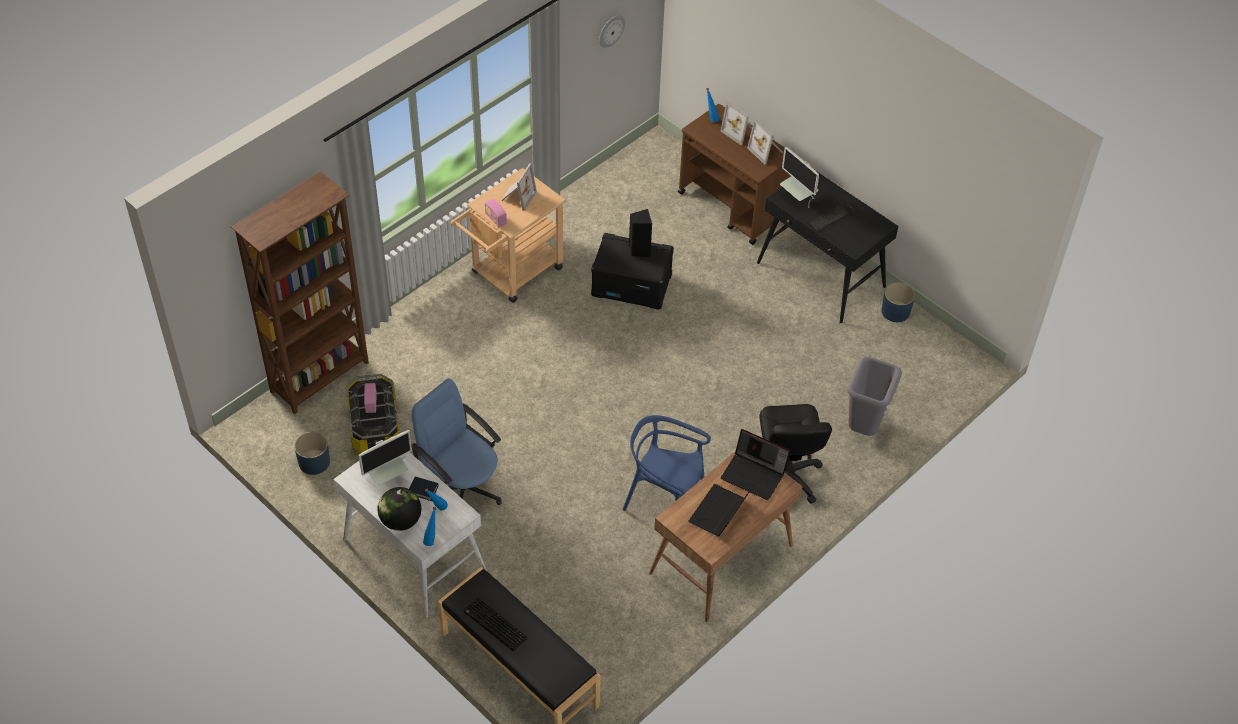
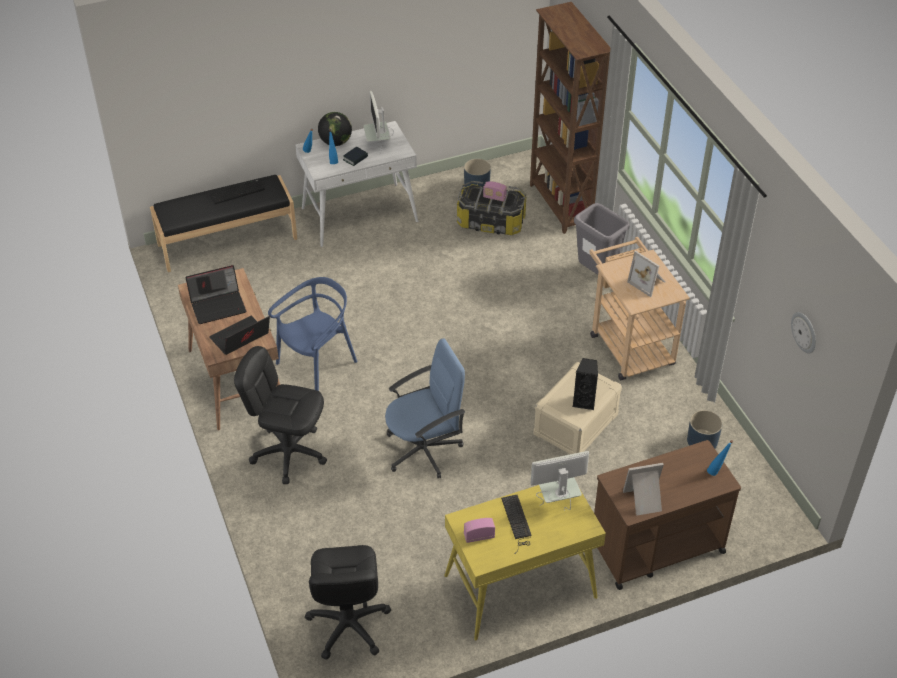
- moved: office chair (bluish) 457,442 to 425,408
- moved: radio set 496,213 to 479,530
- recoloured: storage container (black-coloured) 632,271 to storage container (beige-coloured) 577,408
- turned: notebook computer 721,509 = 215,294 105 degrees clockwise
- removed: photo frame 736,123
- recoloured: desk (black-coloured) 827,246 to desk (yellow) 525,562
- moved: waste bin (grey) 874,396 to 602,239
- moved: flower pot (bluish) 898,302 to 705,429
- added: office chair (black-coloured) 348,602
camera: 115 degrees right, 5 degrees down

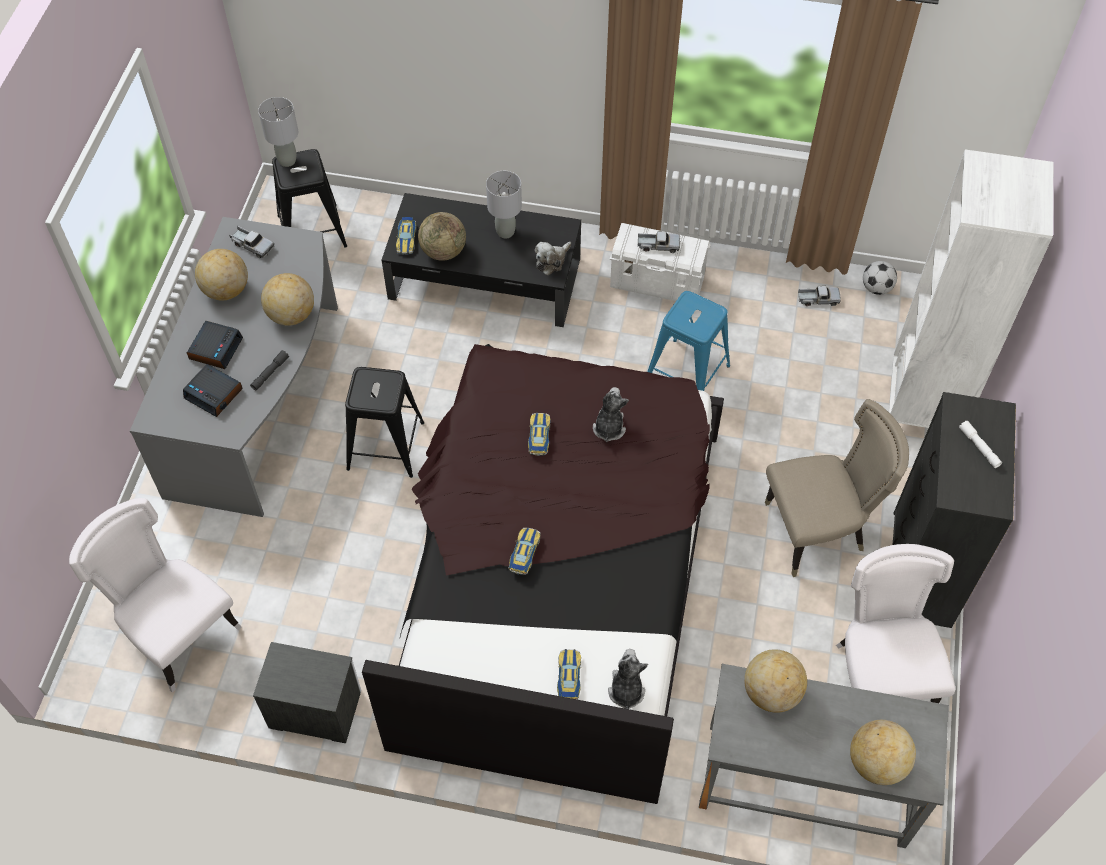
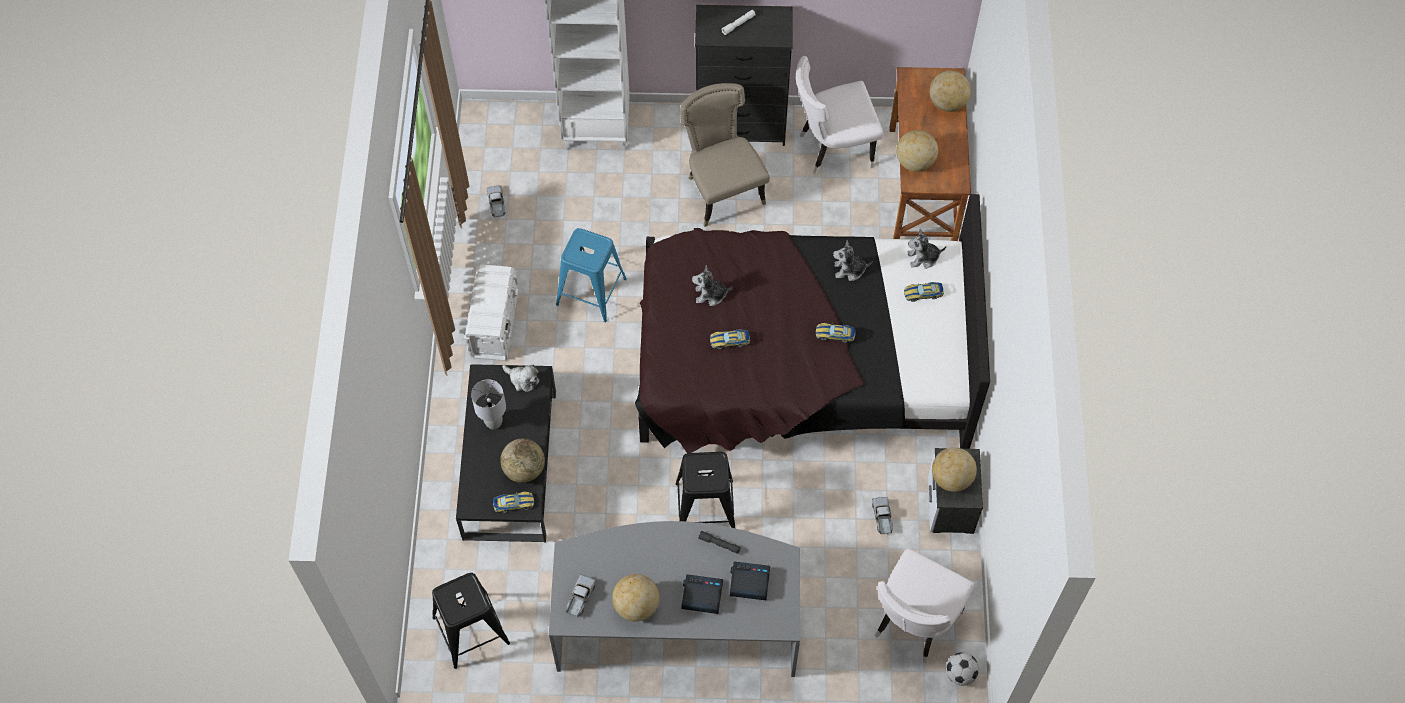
- turned: alarm clock 213,390 = 750,581 105 degrees counterclockwise
- removed: tabletop lamp (grey) 278,132
- moved: desk globe 287,299 to 954,469
- moved: toy lorry 658,242 to 882,515
- recoloured: desk (grey) 824,756 to desk (brown) 930,154
- moved: football 880,278 to 962,669
- added: cuddly toy 853,260
camera: 100 degrees left, 5 degrees up

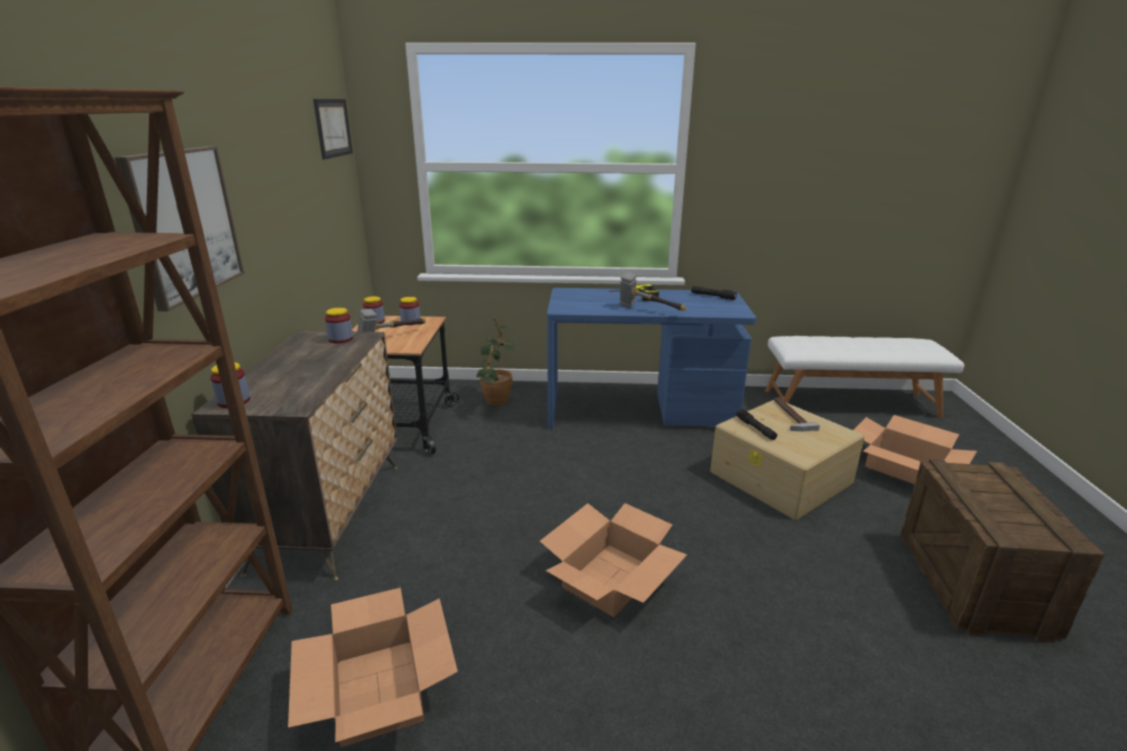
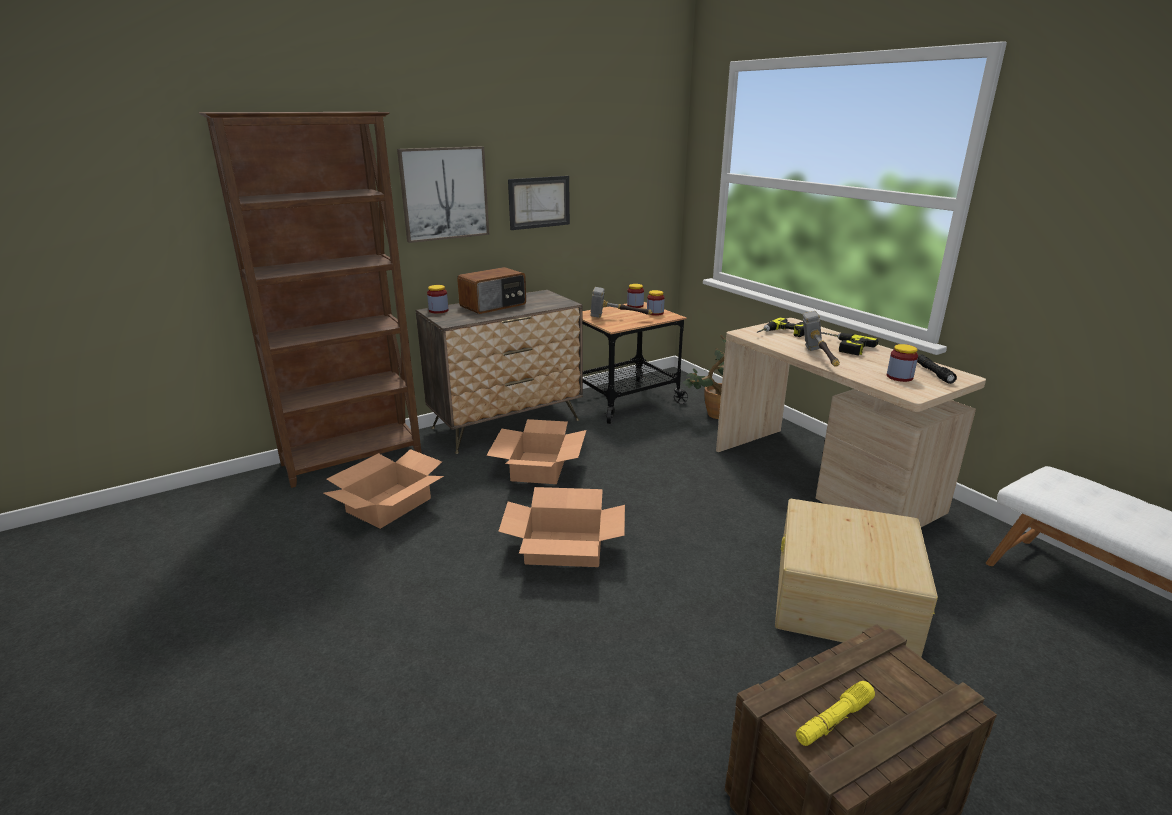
- moved: wall art 333,129 to 539,203
- moved: storage jar 339,325 to 902,363
- recoloured: desk (bluish) 651,359 to desk (beige-coloured) 851,422
- removed: hand torch (black-coloured) 756,424
- removed: hammer 797,414
- moved: packing box 915,449 to 536,451
- added: radio set 491,290
- added: power drill 780,327
- added: hand torch (yellow) 835,713
camera: 55 degrees right, 0 degrees up

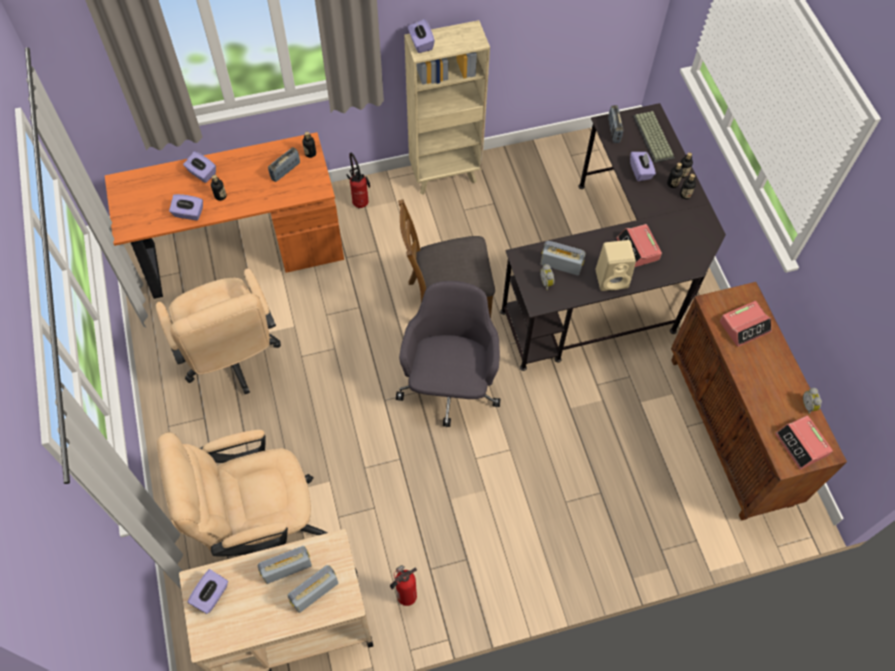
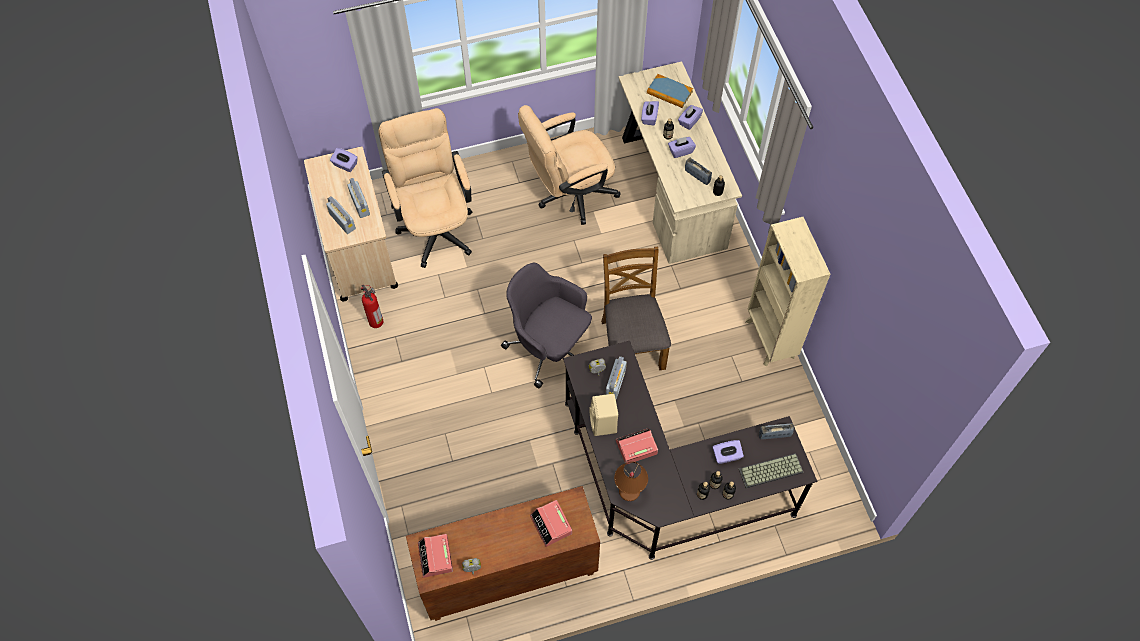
- recoloured: desk (orange) 224,215 to desk (beige-coloured) 680,163
- removed: fire-fighting cylinder 358,180
- turned: office chair (grey) 448,354 = 546,326 150 degrees counterclockwise
- moved: tissue box (purple-coloured) 421,36 to 682,147
- turned: alarm clock 804,442 = 435,556 75 degrees counterclockwise
- added: tabletop lamp (brown) 631,481
- added: bound book 670,91
camera: 90 degrees right, 0 degrees up

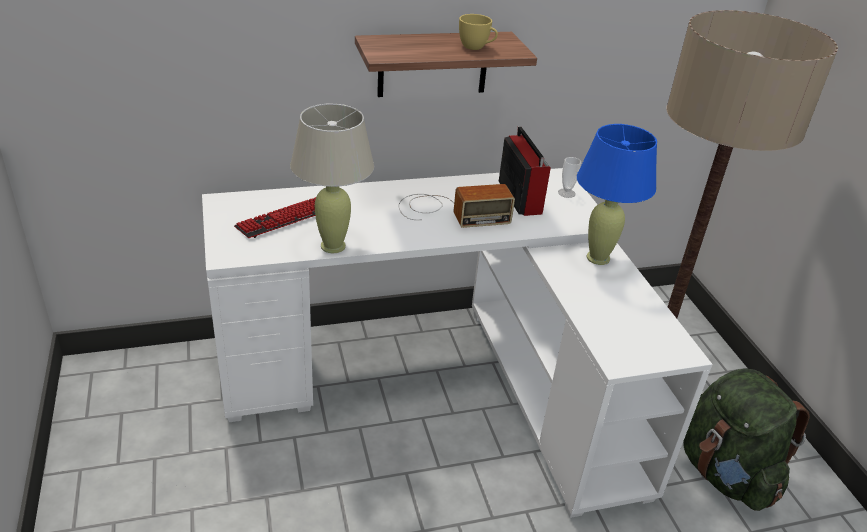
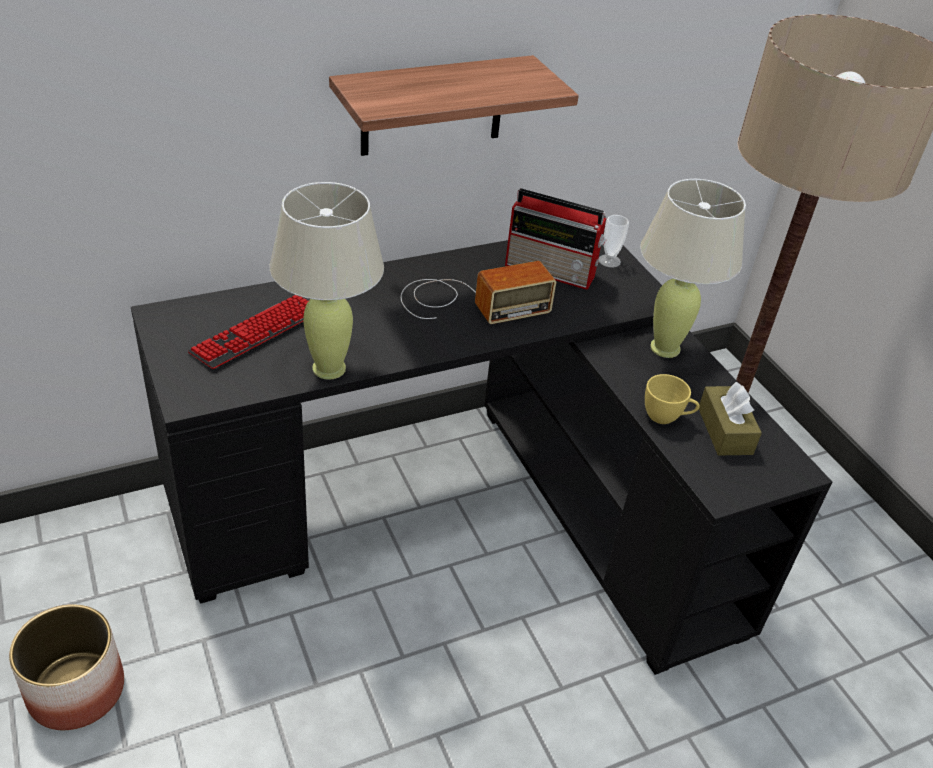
- recoloured: desk (white-coloured) 457,343 to desk (black-coloured) 481,451
- moved: cup (yellow) 478,32 to 672,399
- turned: radio set 525,171 = 556,239 135 degrees clockwise
- recoloured: tabletop lamp (bluish) 617,194 to tabletop lamp (beige-coloured) 693,268
- removed: rucksack (green-coloured) 747,440
- added: flower pot 66,667
- added: tissue box (brown) 730,419
camera: 10 degrees left, 5 degrees up

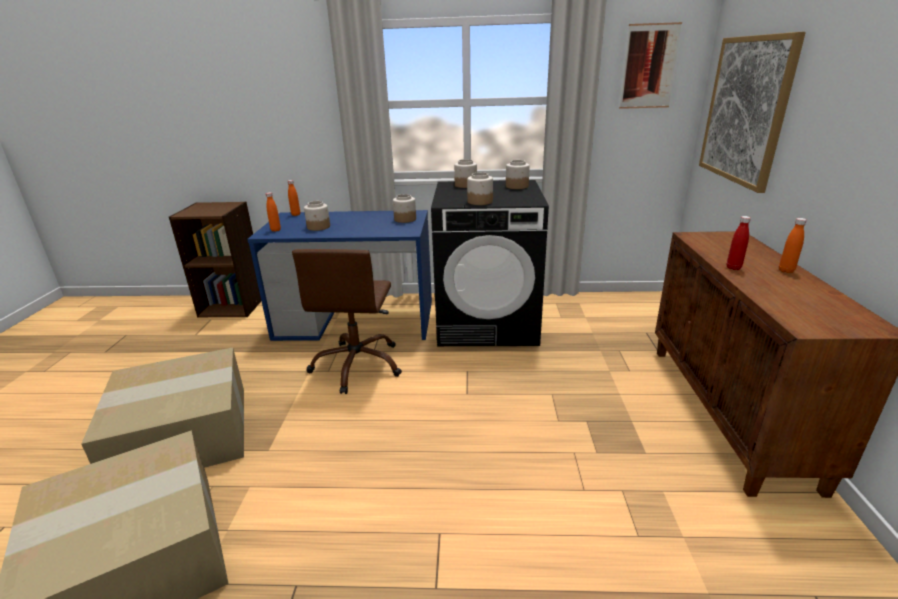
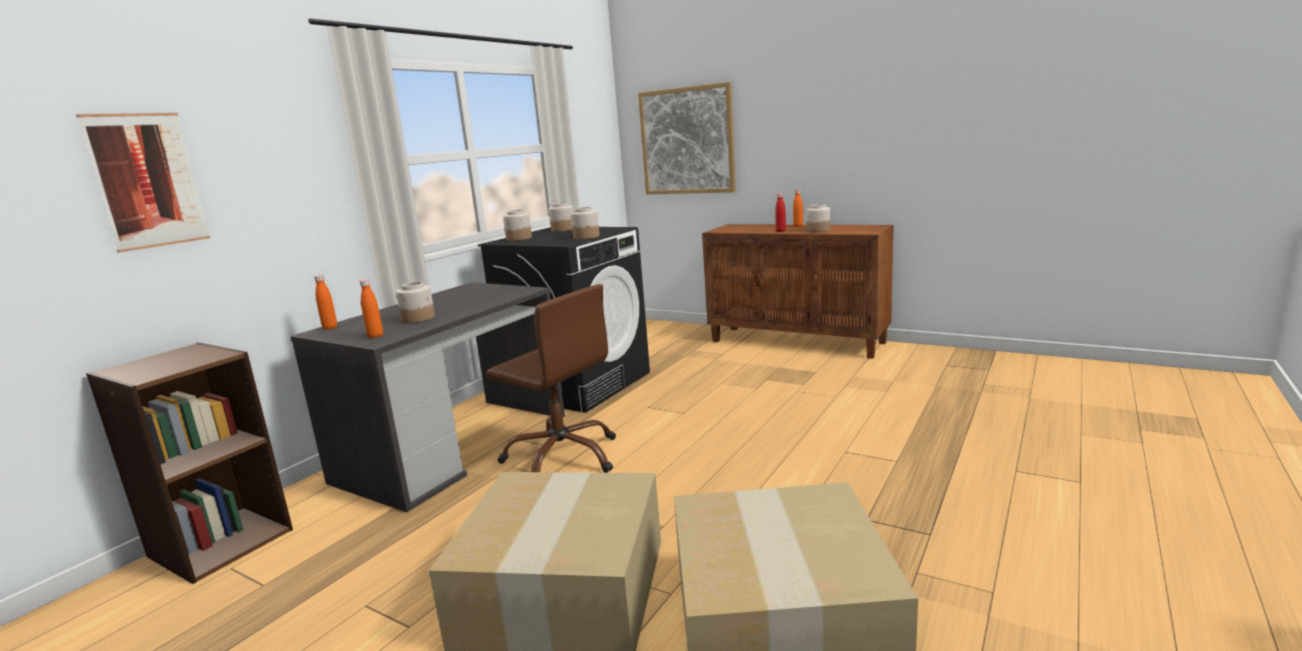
- recoloured: desk (bluish) 339,275 to desk (grey) 427,397
- moved: storage jar 404,208 to 818,218
- moved: wall art 650,65 to 143,183
camera: 60 degrees left, 10 degrees down

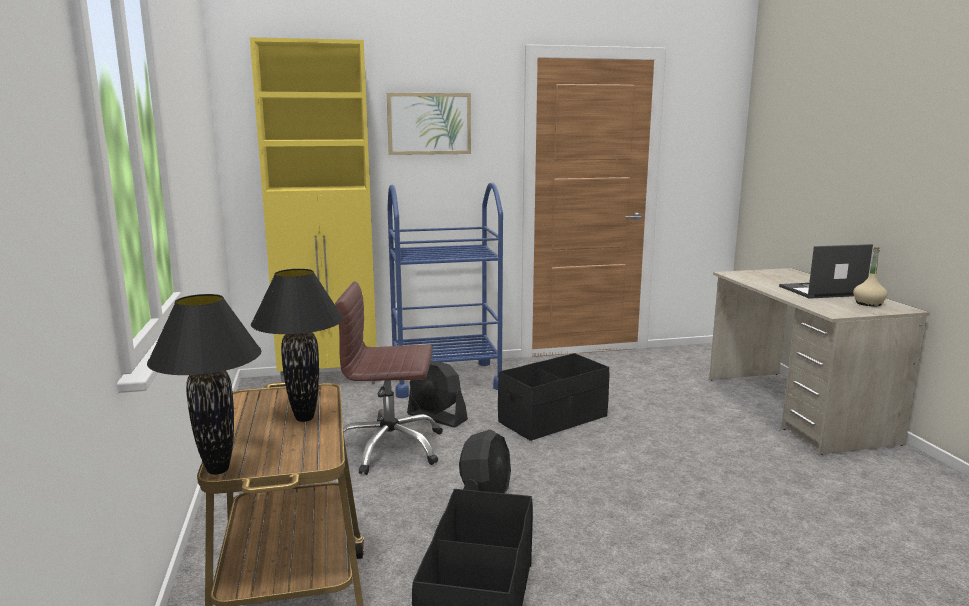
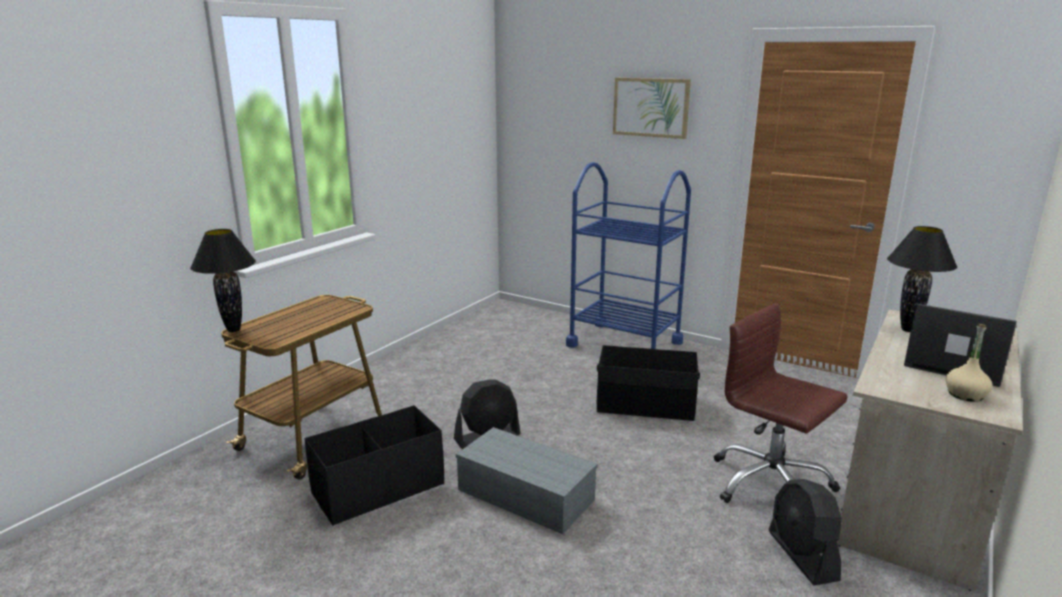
- removed: cupboard (yellow) 313,212
- moved: tabletop lamp (black-coloured) 297,345 to 922,279
- moved: office chair (brown) 389,378 to 780,403
- moved: cooling fan (black-coloured) 437,394 to 805,532
- added: storage container (grey) 526,480
camera: 45 degrees right, 5 degrees up

